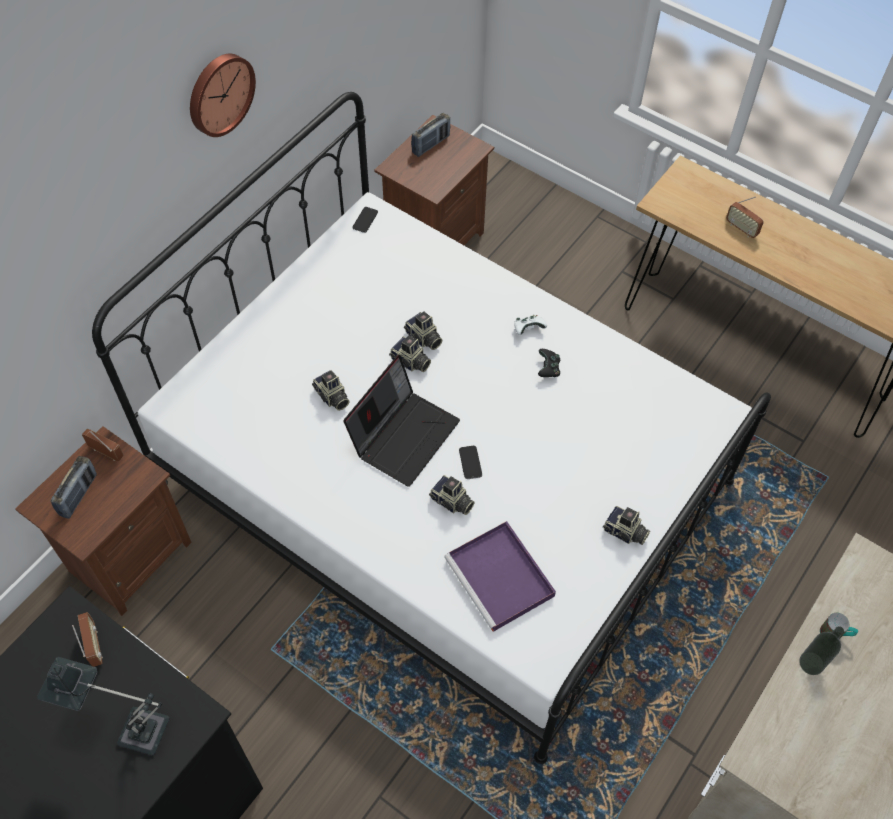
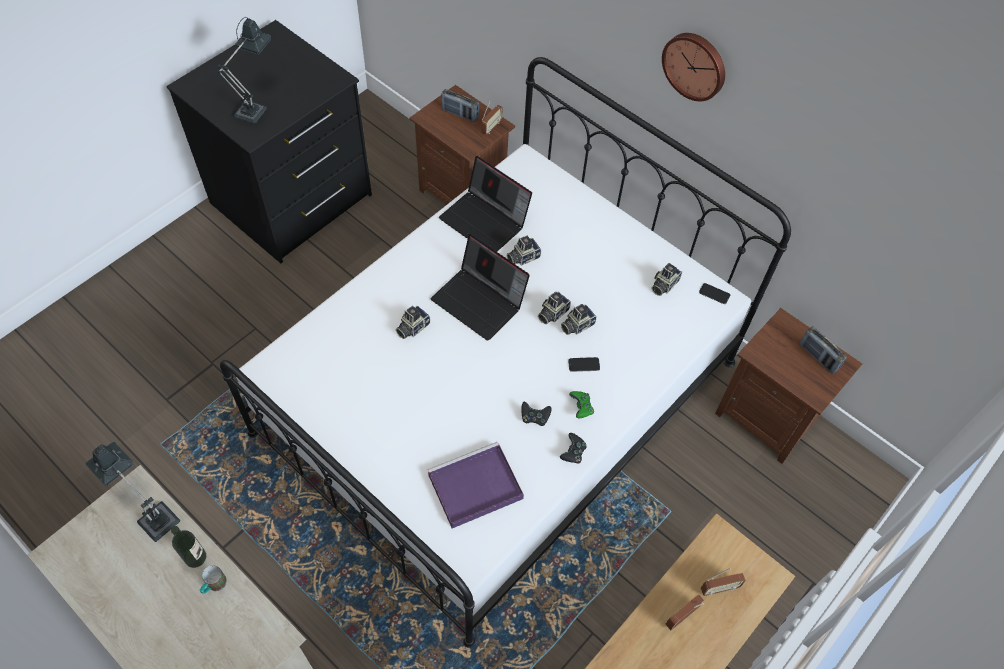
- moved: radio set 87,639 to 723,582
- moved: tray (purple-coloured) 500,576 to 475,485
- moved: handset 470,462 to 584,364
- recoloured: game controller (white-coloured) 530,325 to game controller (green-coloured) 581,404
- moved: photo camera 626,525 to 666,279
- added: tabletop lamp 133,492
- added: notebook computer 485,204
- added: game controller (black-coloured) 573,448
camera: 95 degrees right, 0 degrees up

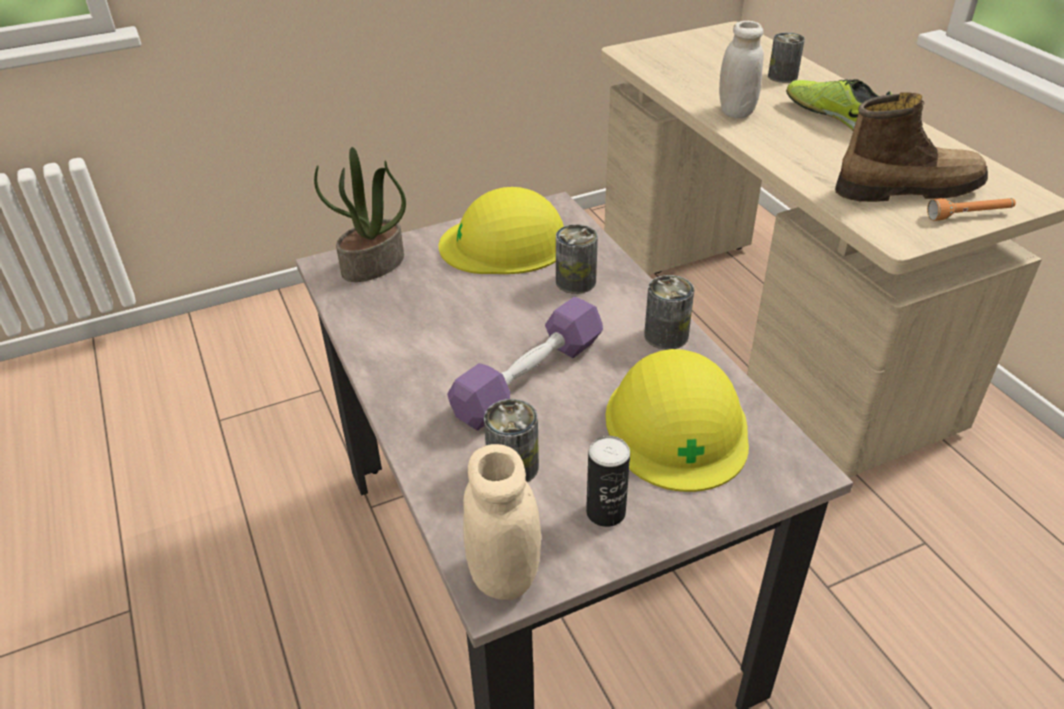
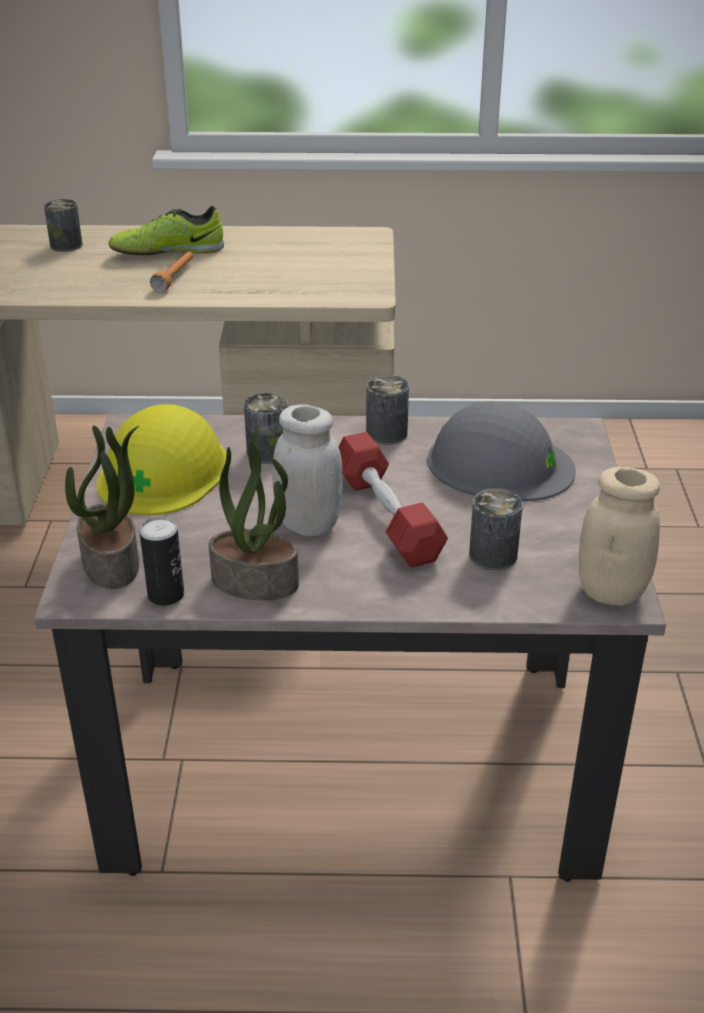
- recoloured: free weight (purple-coloured) 525,363 to free weight (reddish) 393,500
- moved: can 608,481 to 161,561
- recoloured: work helmet (yellow) 677,420 to work helmet (grey) 501,451
- moved: storage jar (white-coloured) 741,69 to 307,470
- removed: high-top boot 911,147
- moved: hand torch (orange) 971,209 to 171,271
- added: plant in a pot 254,515
camera: 65 degrees left, 5 degrees down

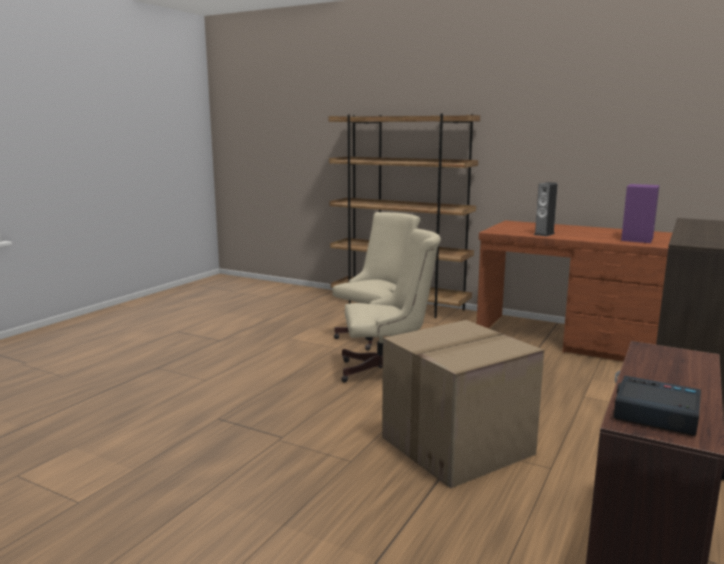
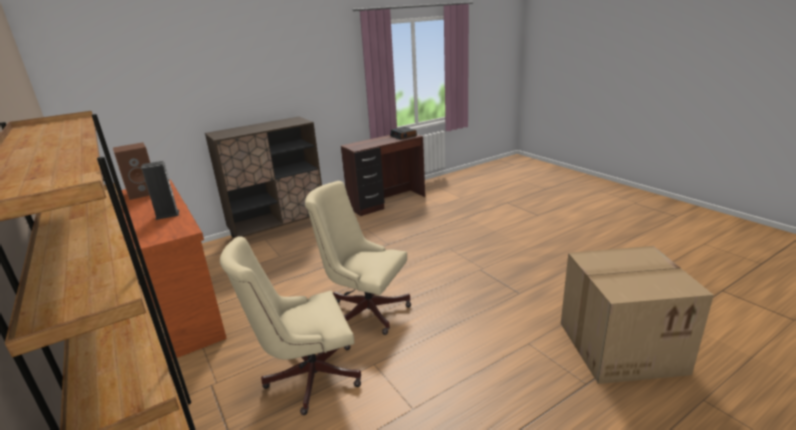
- moved: packing box 463,404 to 637,315
- recoloured: loudspeaker (purple-coloured) 640,213 to loudspeaker (brown) 131,171
camera: 150 degrees left, 10 degrees up

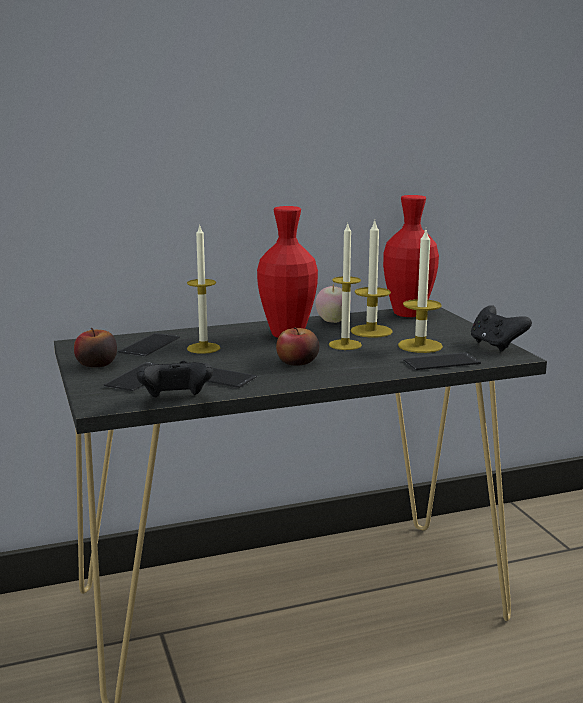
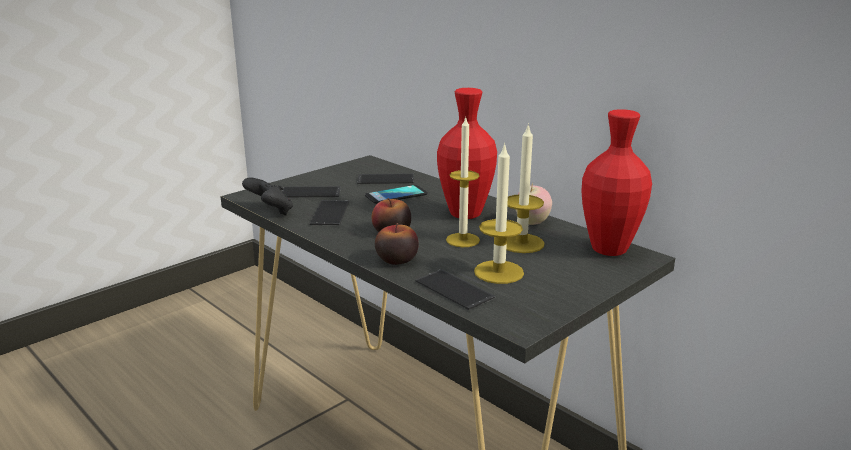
- moved: apple 95,347 to 397,244
- replaced: wax light 203,290 to handset 396,194
- removed: game controller (black-coloured) 501,328
camera: 65 degrees right, 5 degrees up

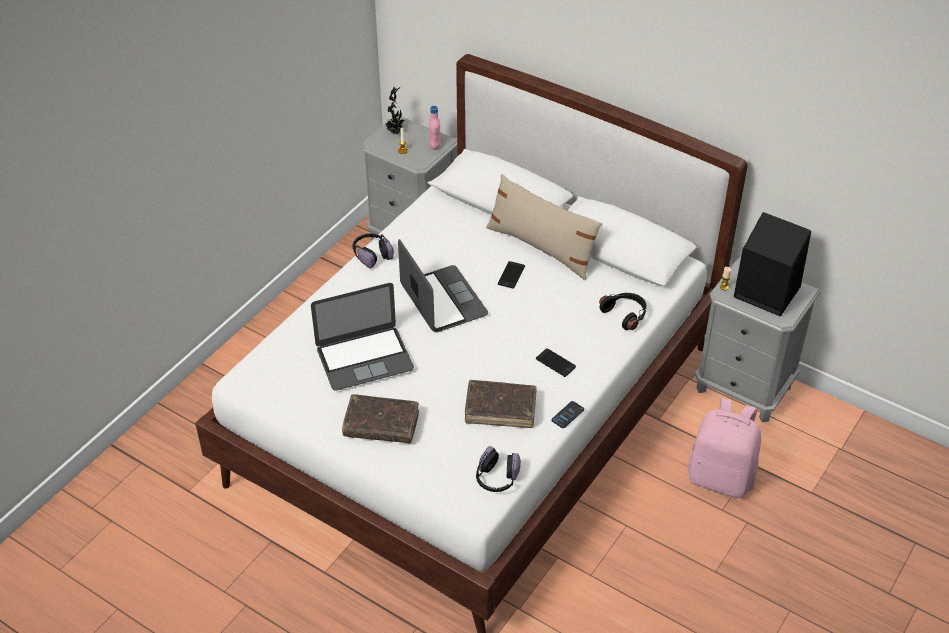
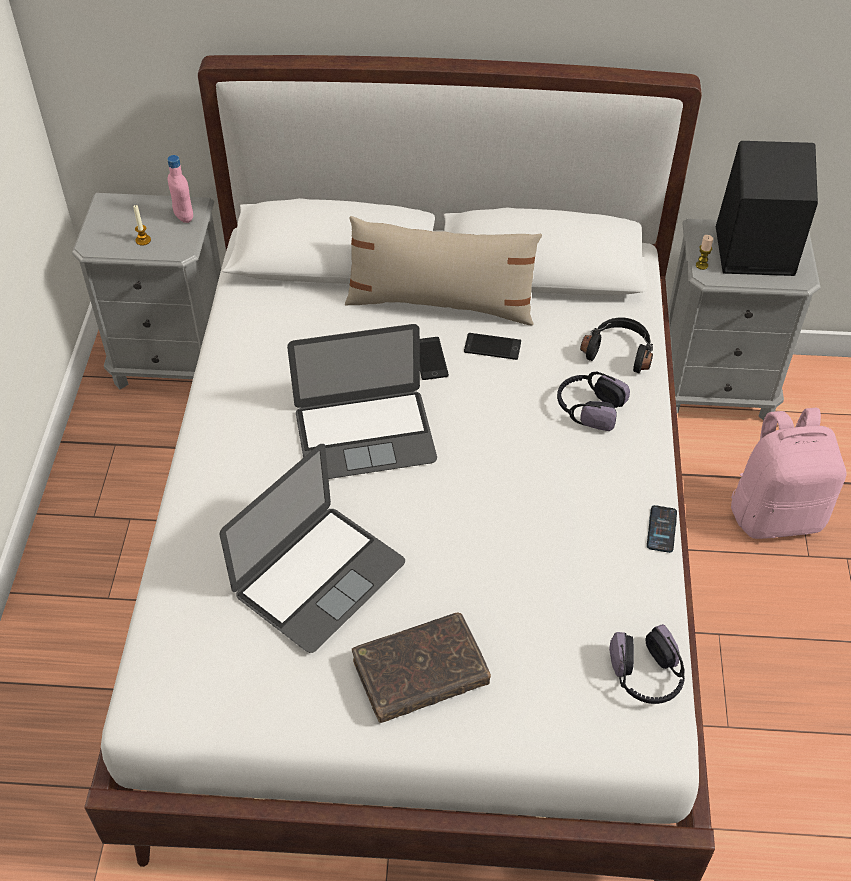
- moved: headset 373,251 to 593,401
- removed: plant in a pot 395,111
- turned: notebook computer 443,285 = 362,401 135 degrees clockwise
- removed: bound book (brown) 501,404
- moved: handset 556,362 to 492,346
camera: 30 degrees left, 5 degrees up

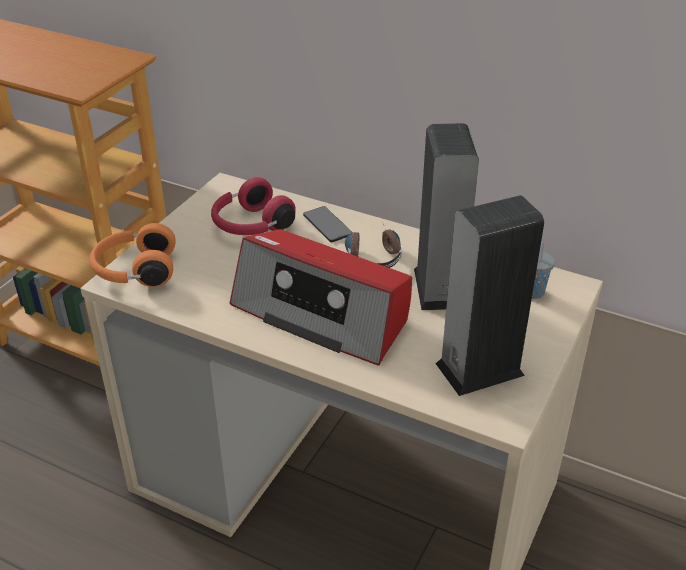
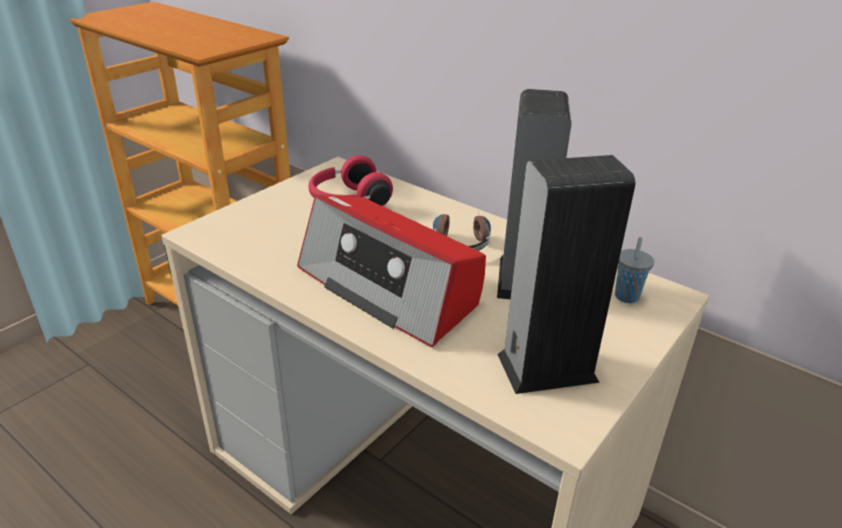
- removed: headset (orange) 133,255
- removed: handset 328,224
camera: 10 degrees right, 5 degrees down

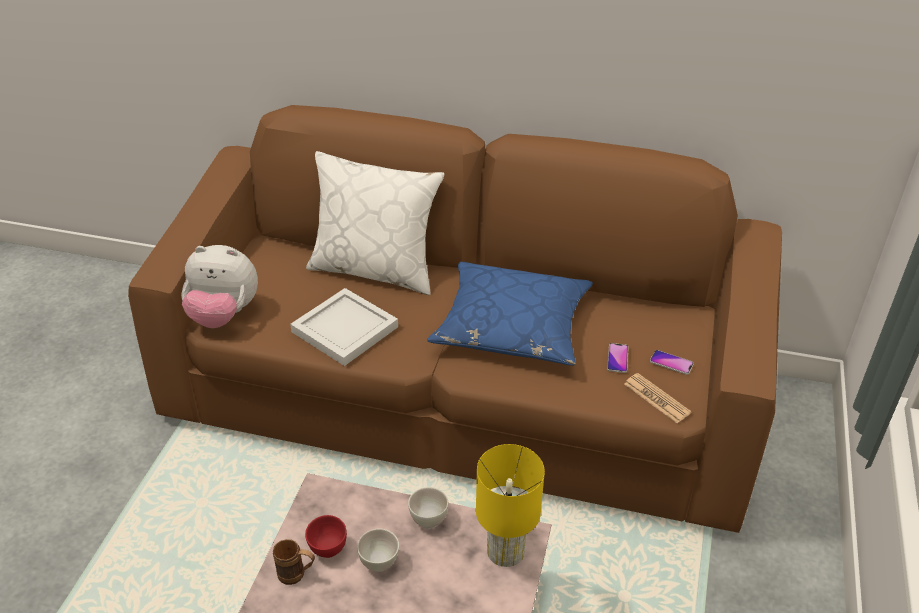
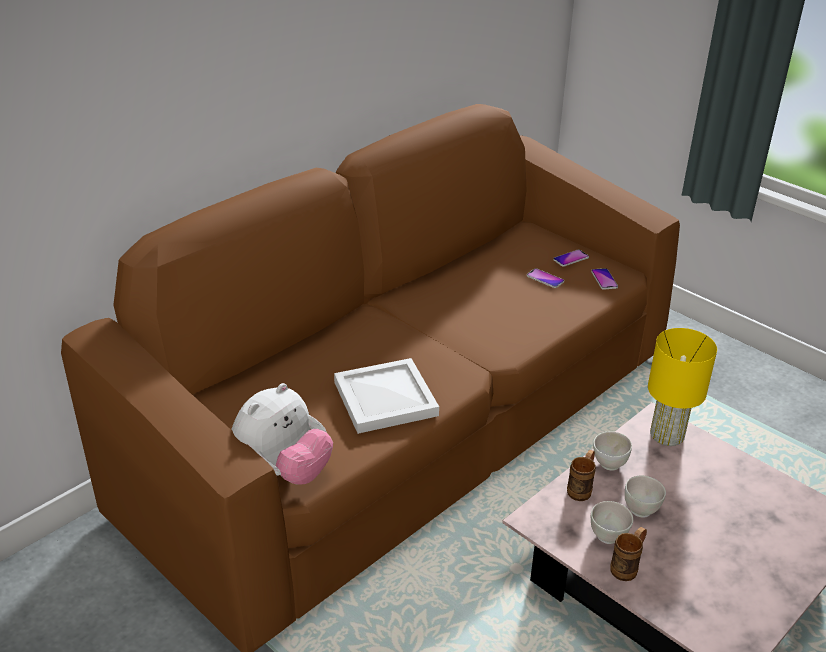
- recoloured: deep dish (reddish) 326,536 to deep dish (white-coloured) 612,522
- removed: cushion (white-coloured) 375,223
- removed: cushion (bluish) 510,314
- replaced: newspaper 658,398 to handset 604,279
- added: coffee mug (brown) 581,475
camera: 60 degrees left, 5 degrees down

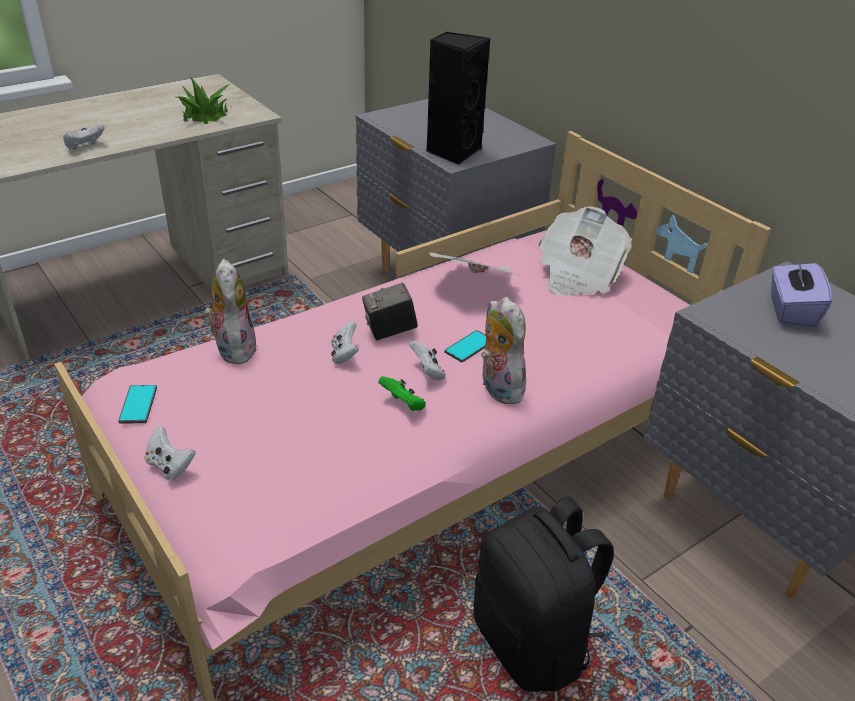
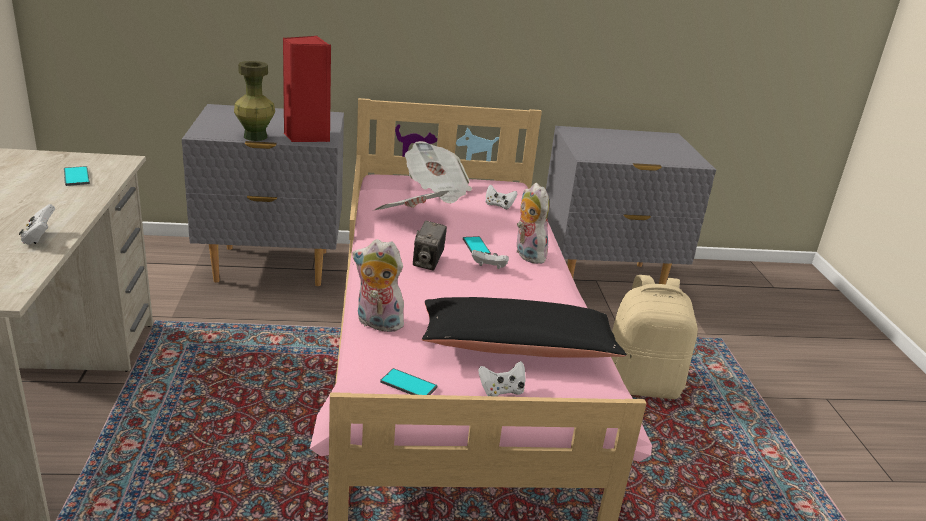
- replaced: plant in a pot 203,100 to handset 77,176
- moved: game controller (white-coloured) 345,342 to 501,197
- removed: game controller (green-coloured) 402,393
- recoloured: loudspeaker (black-coloured) 458,98 to loudspeaker (reddish) 307,89
- recoloured: rucksack (black-coloured) 544,594 to rucksack (beige-coloured) 654,337
- turned: cuddly toy 503,350 = 533,223 60 degrees clockwise
- removed: tissue box (purple-coloured) 801,293
- added: vase (green-coloured) 254,101
- added: cushion (black-coloured) 524,327
camera: 60 degrees left, 10 degrees down

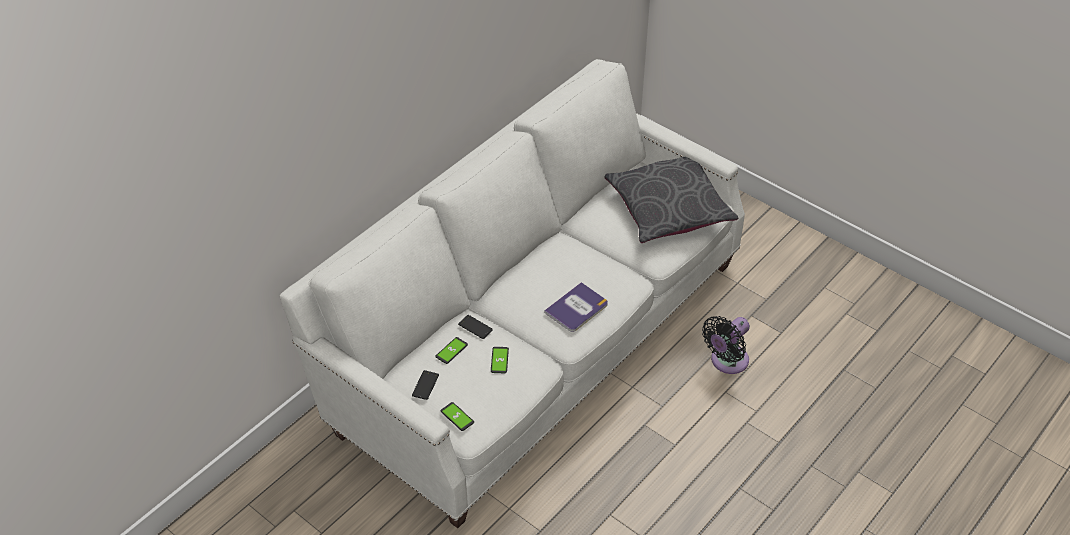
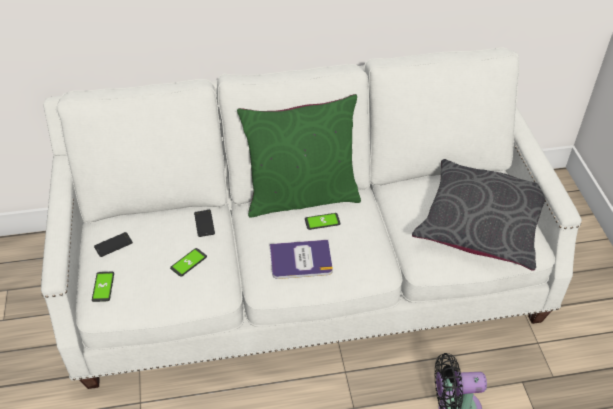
- moved: handset 451,350 to 323,221
- added: cushion (green-coloured) 299,156
camera: 40 degrees right, 0 degrees up

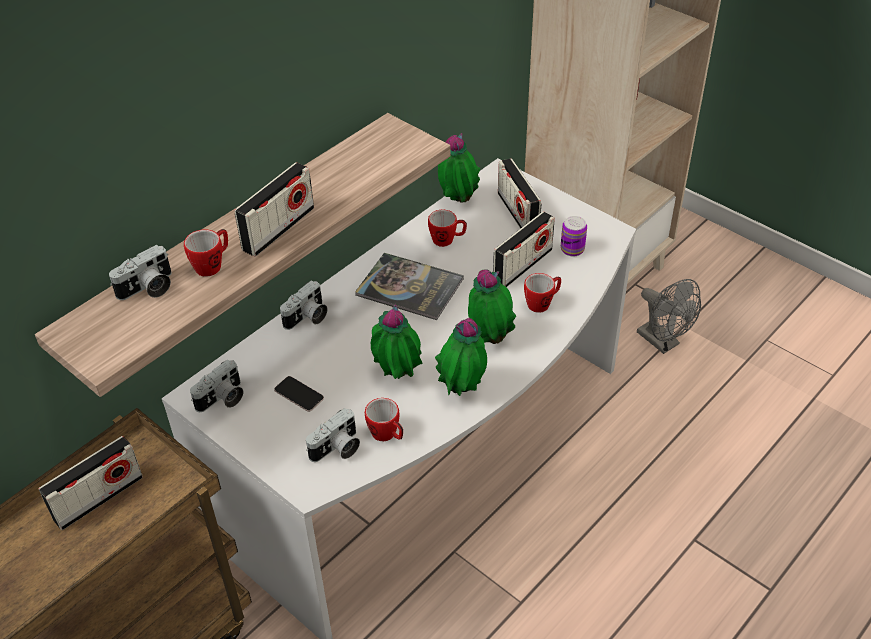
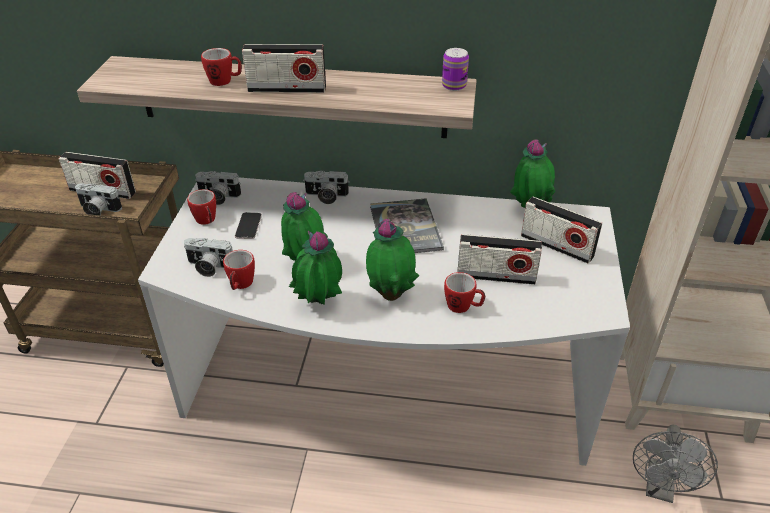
- moved: photo camera 140,272 to 98,199
- moved: coffee mug 447,228 to 201,207
- turned: radio set 519,193 = 561,230 90 degrees counterclockwise
- moved: can 574,236 to 455,69
camera: 55 degrees right, 5 degrees down

